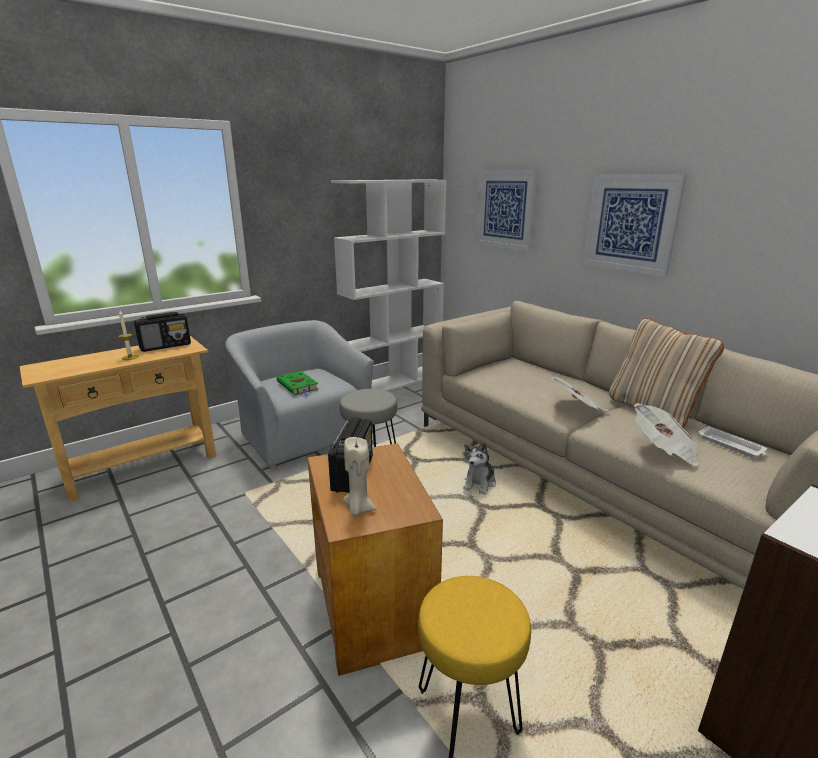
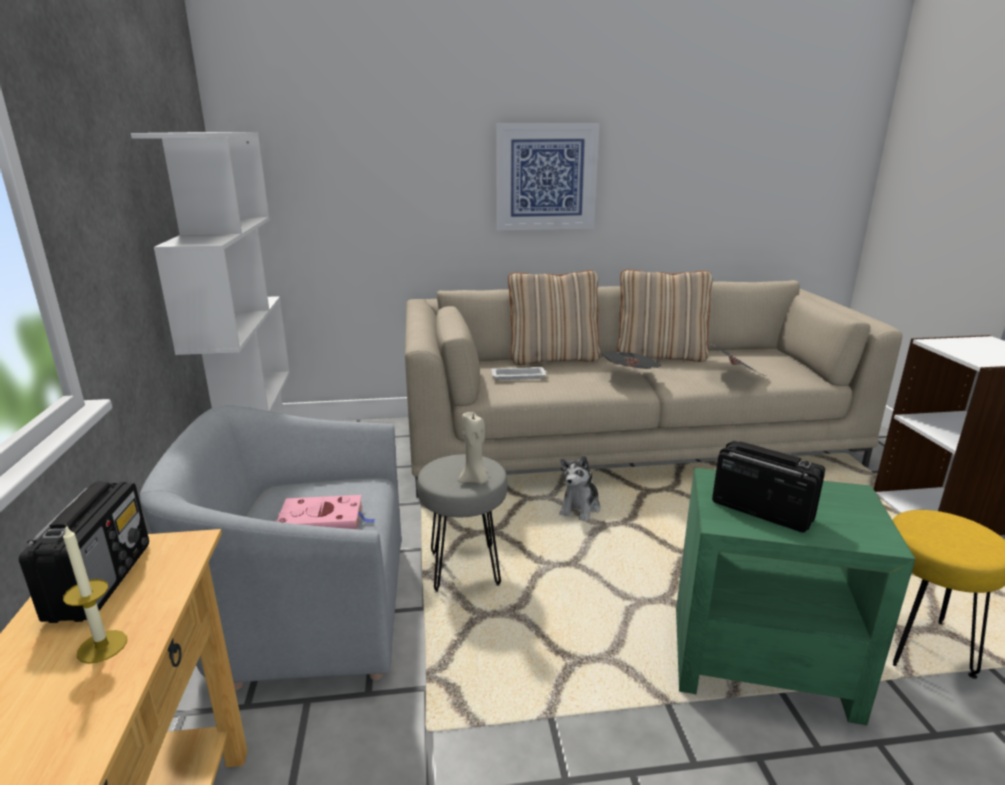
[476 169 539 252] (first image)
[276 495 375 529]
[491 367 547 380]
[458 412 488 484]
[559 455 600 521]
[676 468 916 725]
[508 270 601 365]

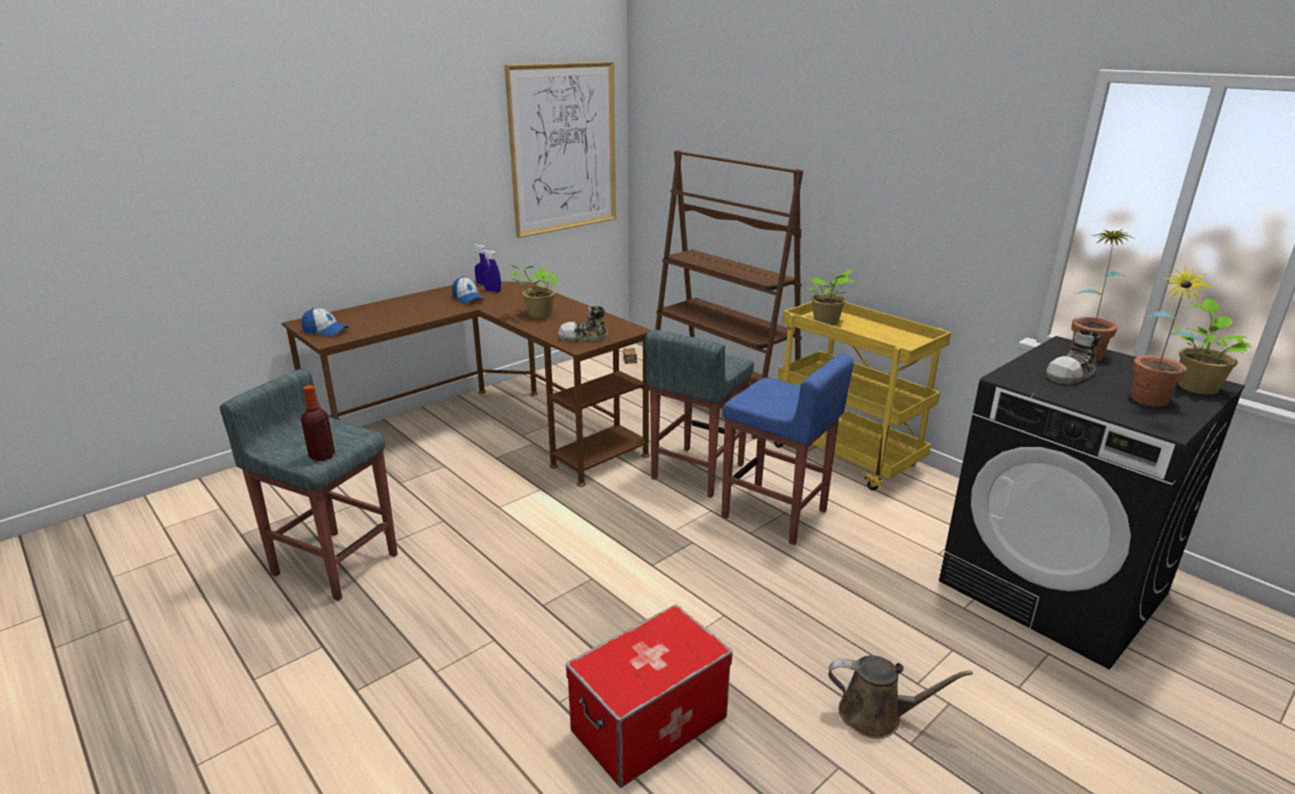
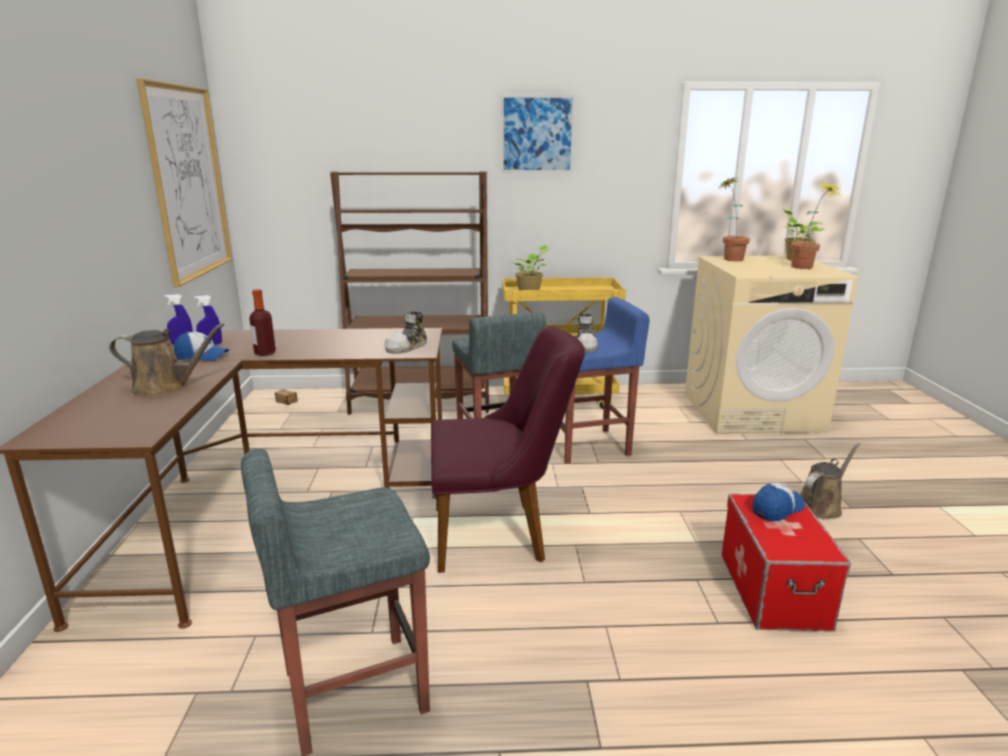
[510 265 558 318] (first image)
[753 483 805 521]
[577 314 598 352]
[685 256 858 434]
[249 289 276 356]
[501 95 575 173]
[109 323 224 397]
[431 326 585 573]

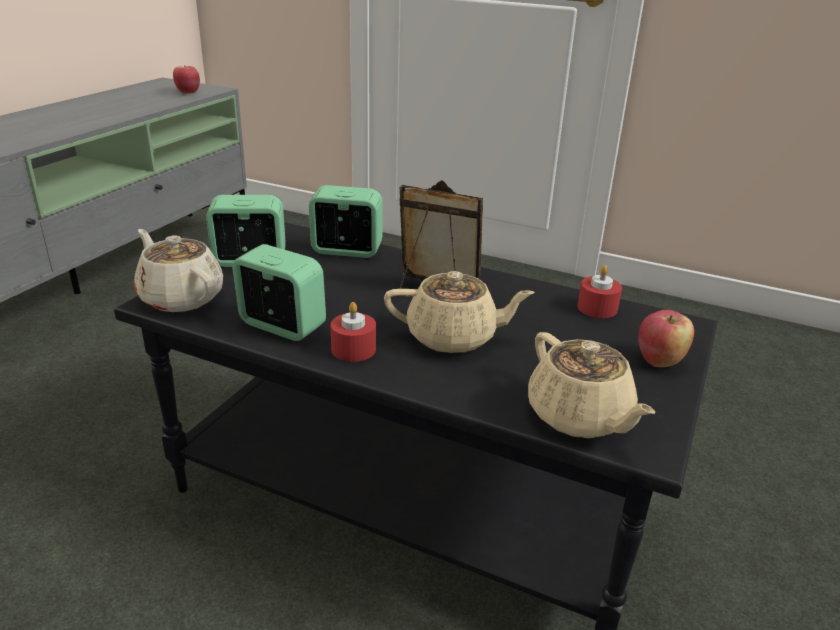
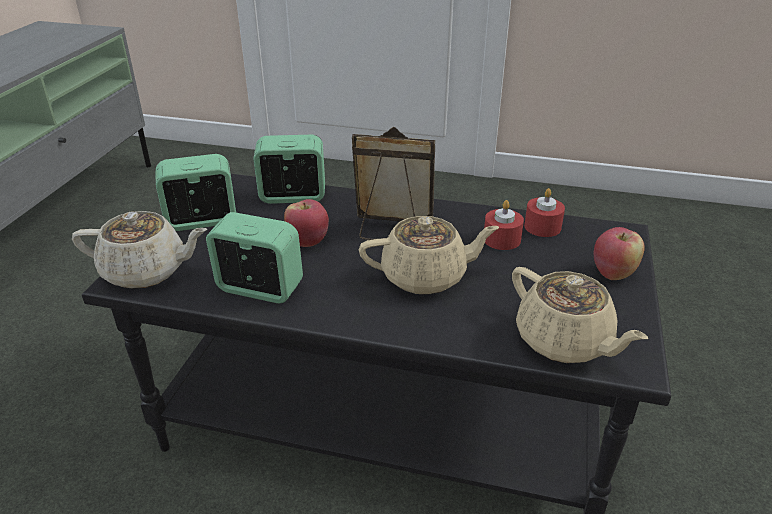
[284 199 329 247]
[72 211 208 289]
[484 200 524 250]

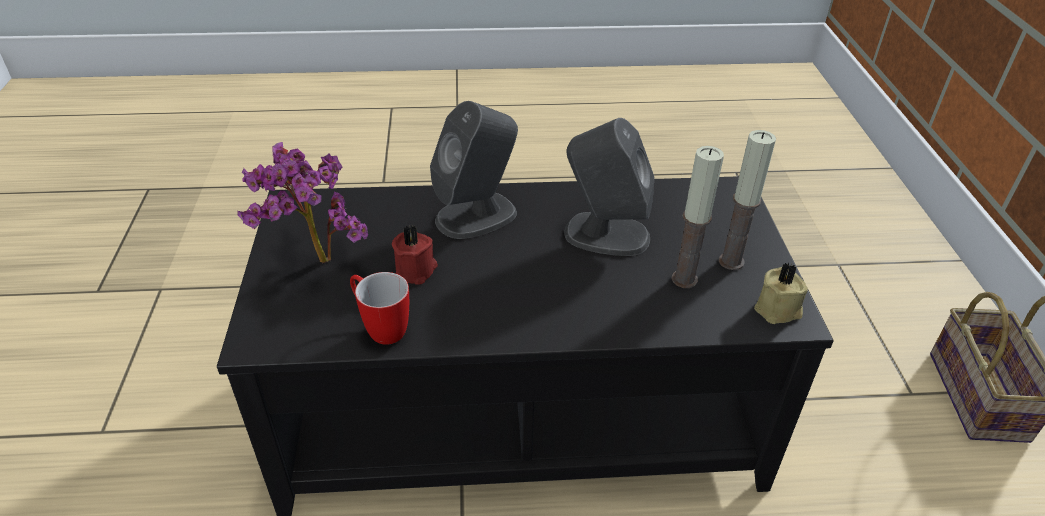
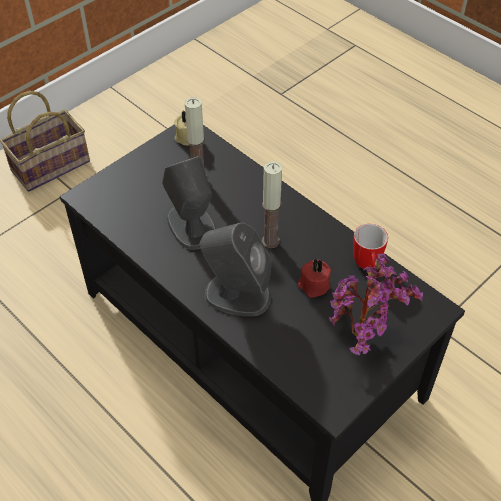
[262 161 282 248]

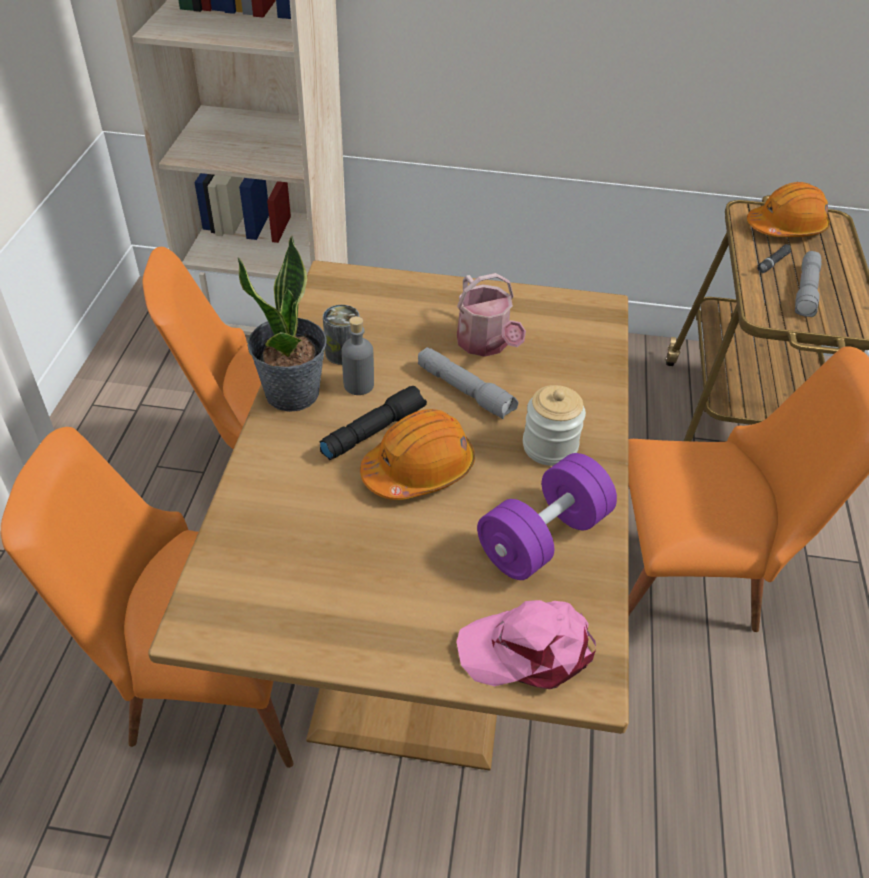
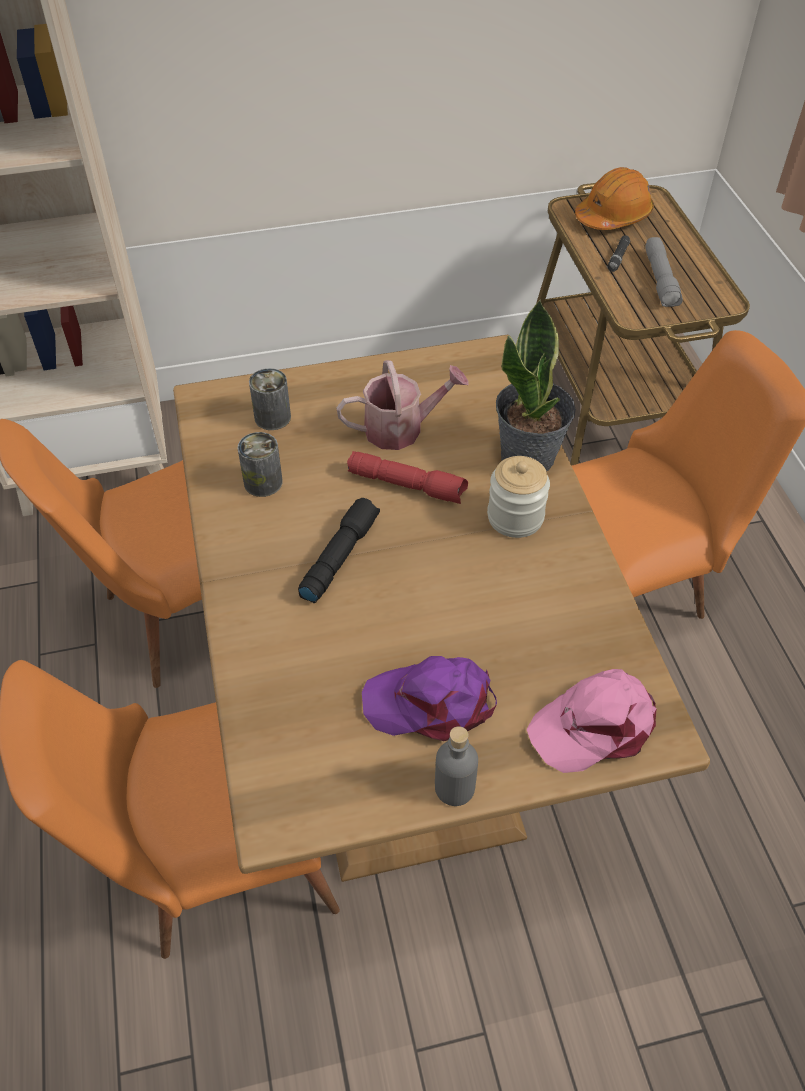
[496 299 576 471]
[336 360 468 450]
[435 726 478 806]
[347 451 468 504]
[360 409 475 500] (first image)
[477 453 617 580] (first image)
[249 368 291 430]
[362 656 497 741]

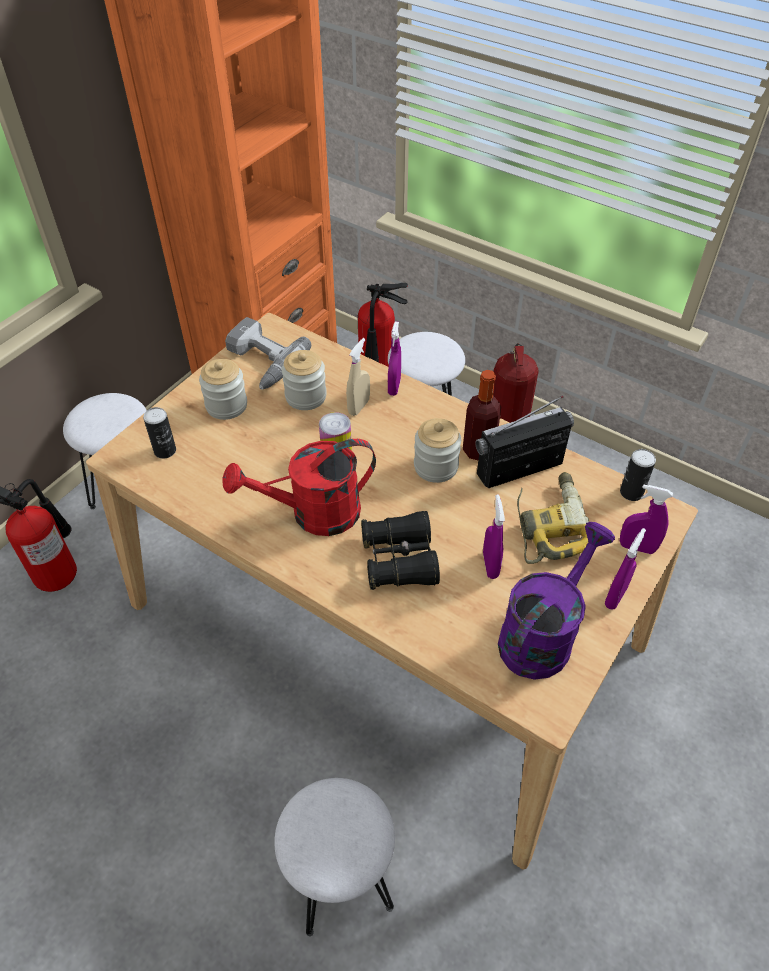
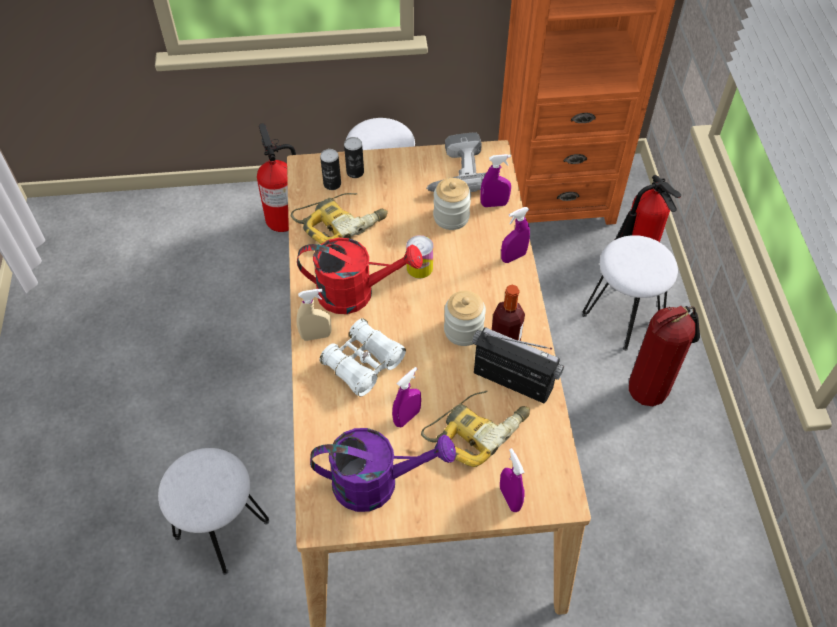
[296 289 331 341]
[199 359 247 420] (first image)
[297 238 423 314]
[344 137 364 178]
[319 318 406 397]
[480 154 511 207]
[291 193 388 244]

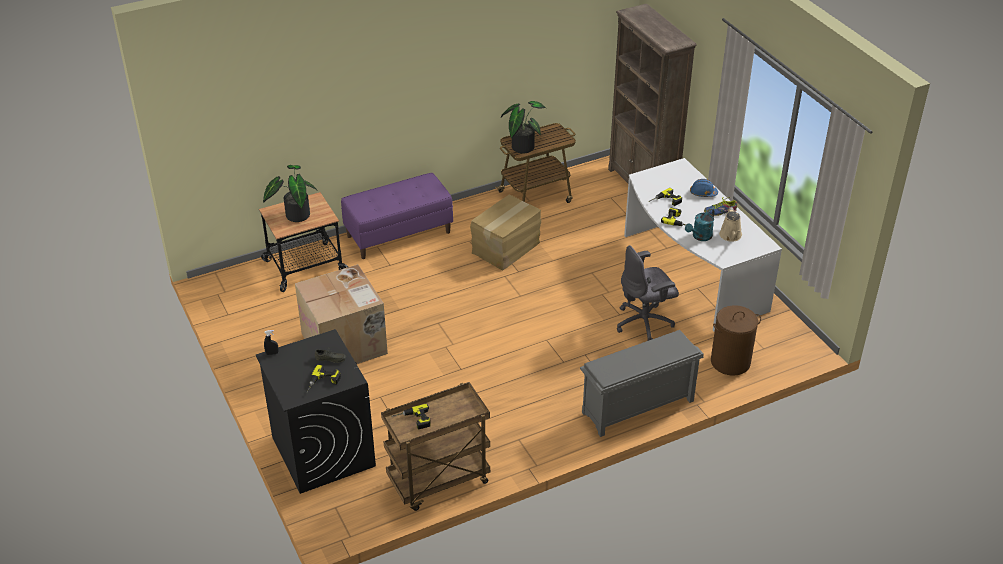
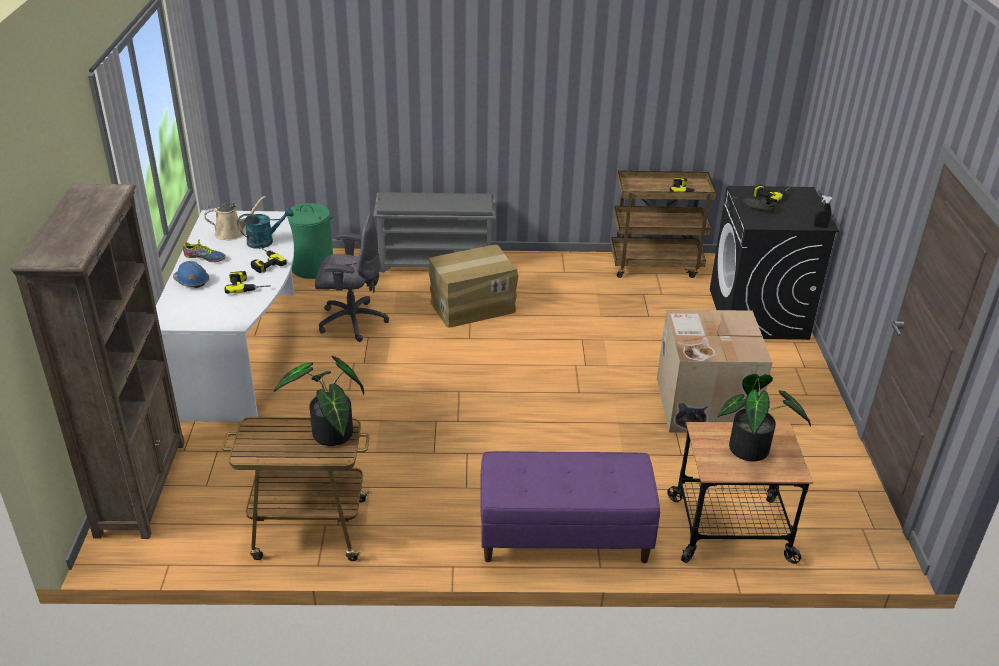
[429 244 518 328]
[204 196 266 240]
[287 203 335 279]

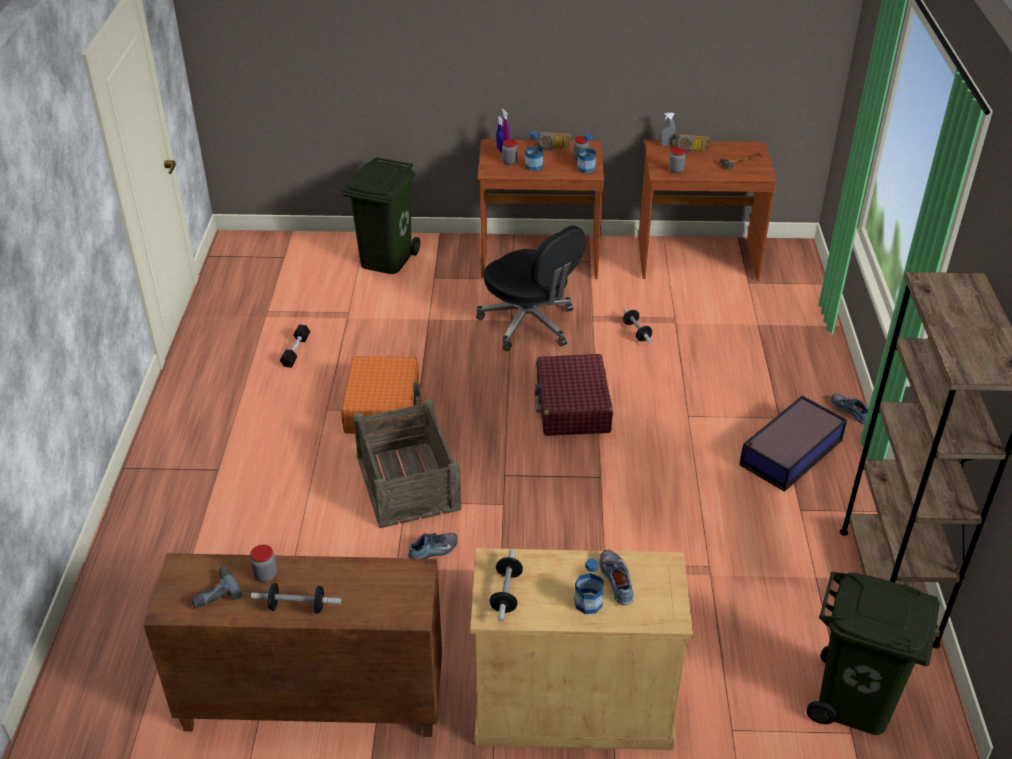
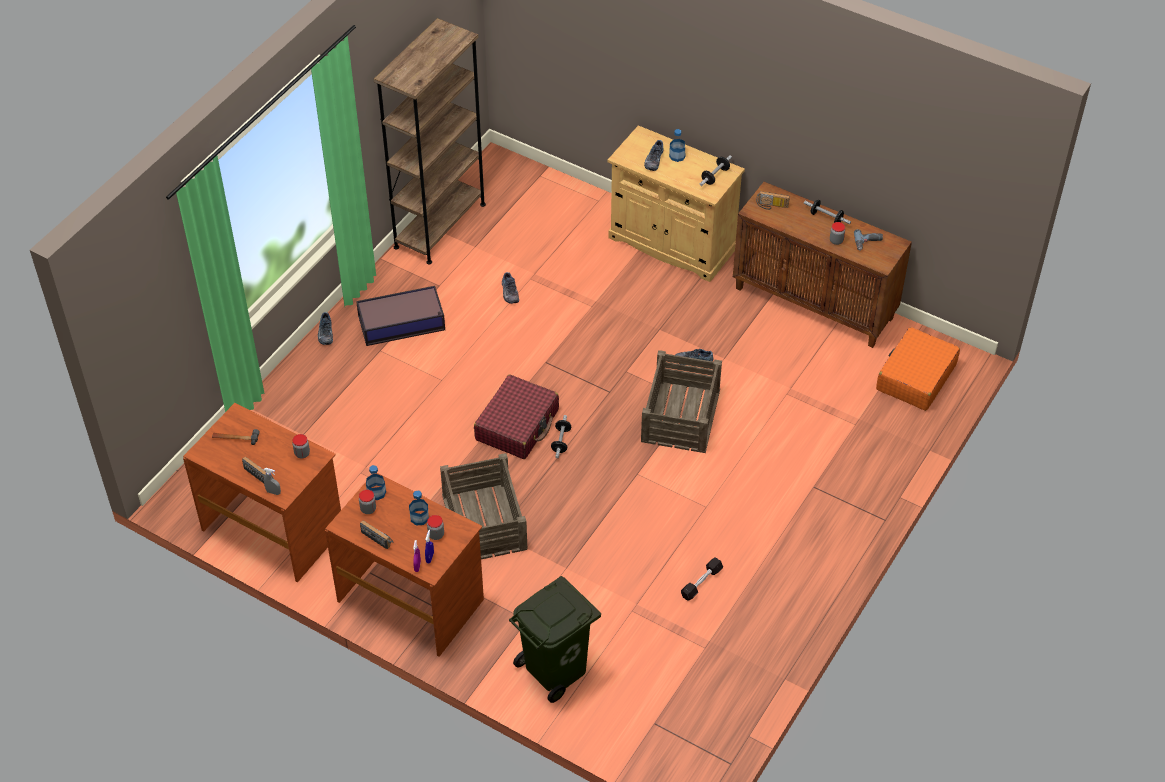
[440 453 527 560]
[551 415 571 458]
[876 327 960 411]
[806 572 940 735] (first image)
[756 191 790 210]
[502 272 519 304]

